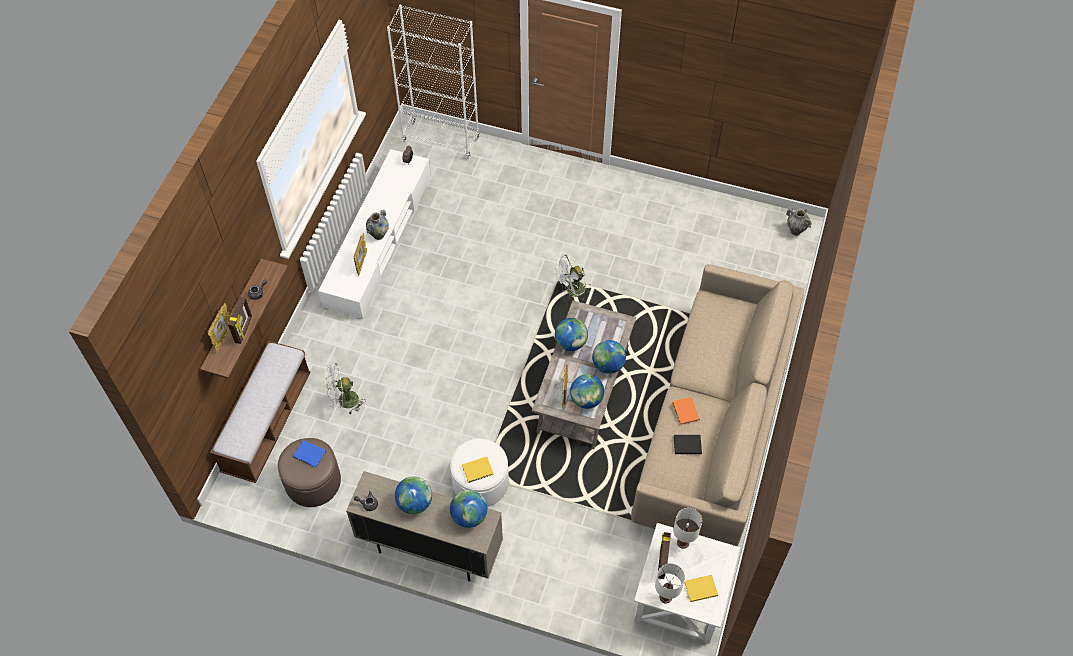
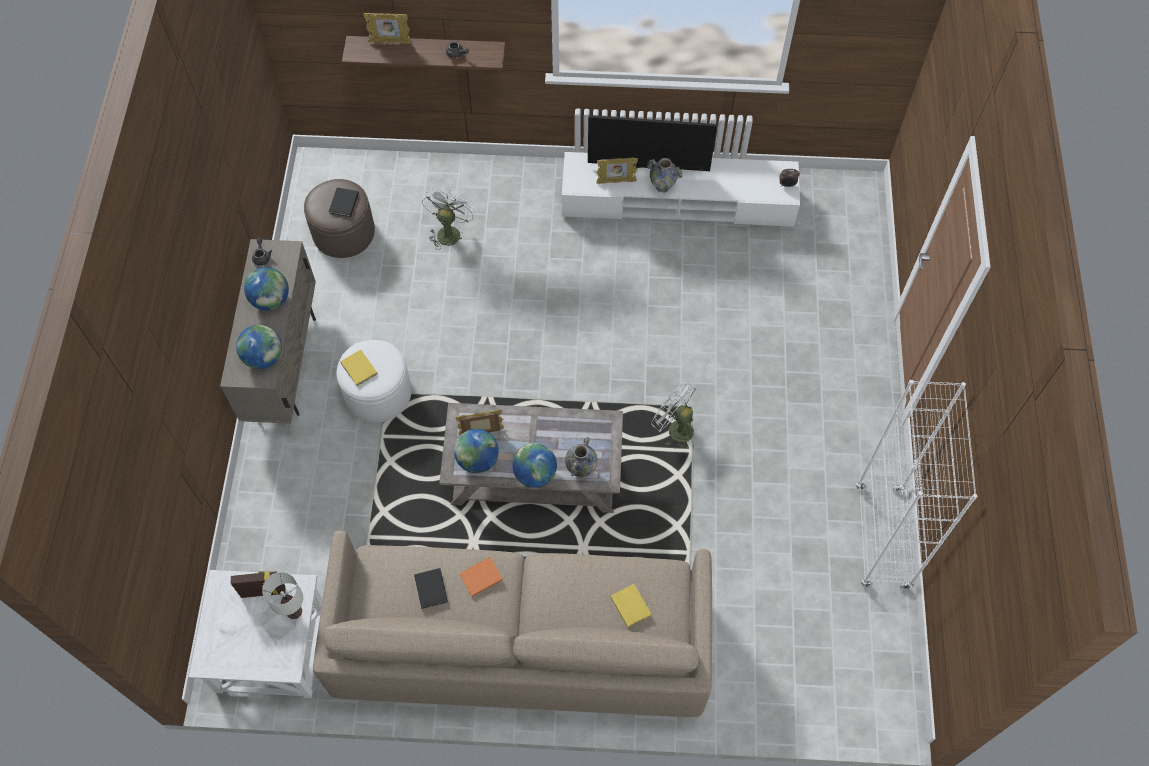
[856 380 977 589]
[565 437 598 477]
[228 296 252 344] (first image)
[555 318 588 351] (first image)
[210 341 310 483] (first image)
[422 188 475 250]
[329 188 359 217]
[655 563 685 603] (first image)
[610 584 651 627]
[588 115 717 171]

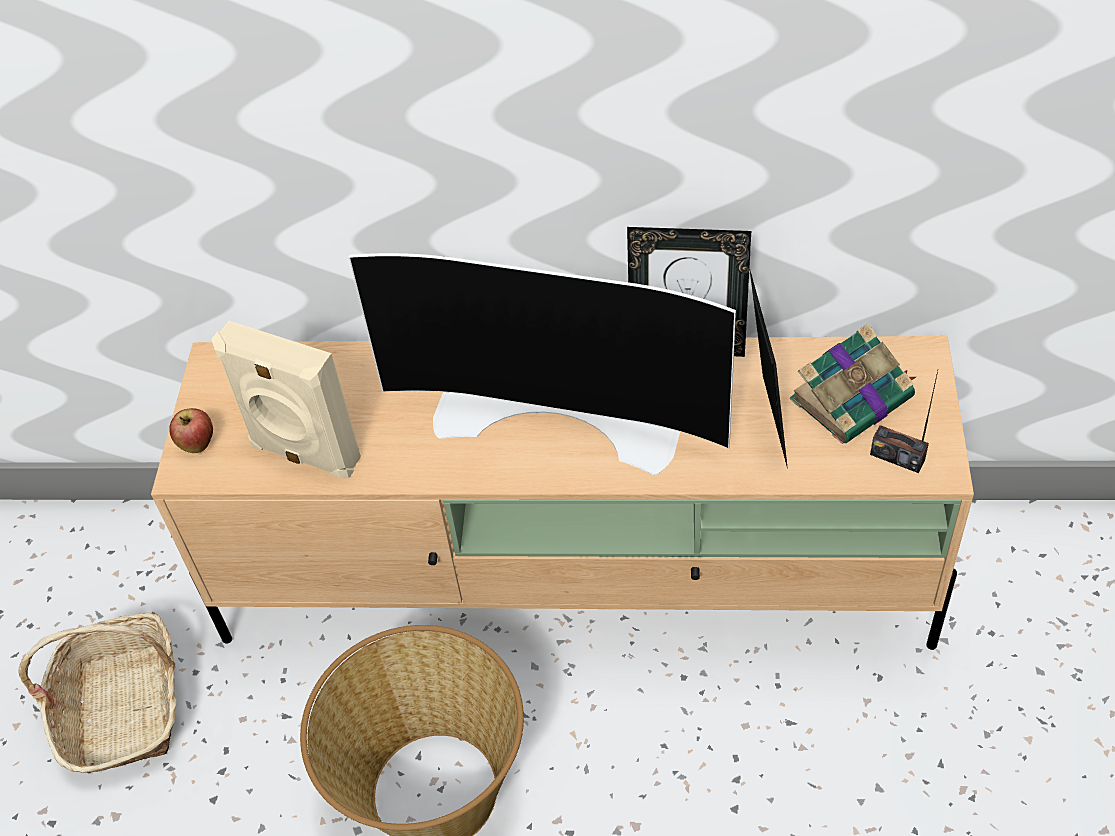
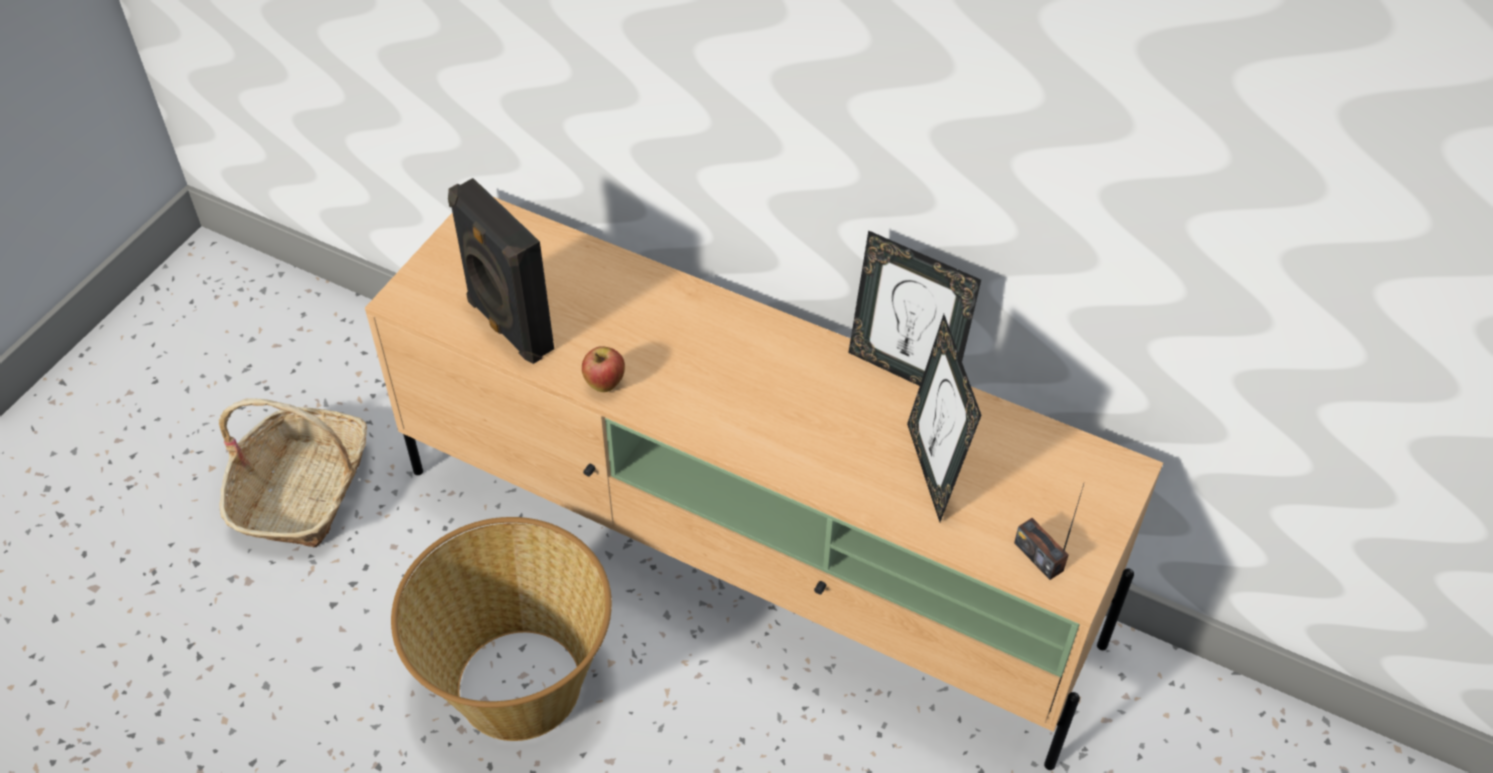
[349 253 736 475] (first image)
[907 314 981 522]
[448 178 554 364]
[790 324 916 444] (first image)
[582 346 625 392]

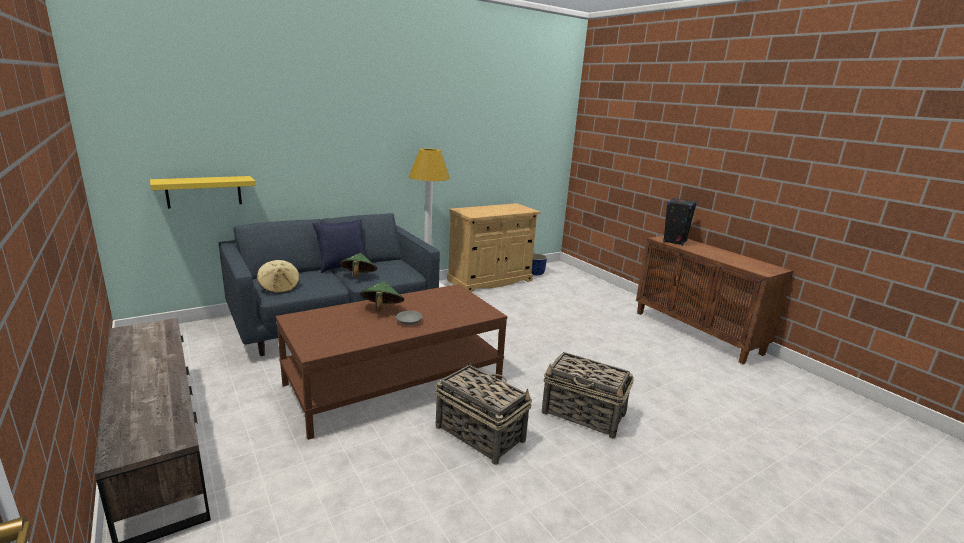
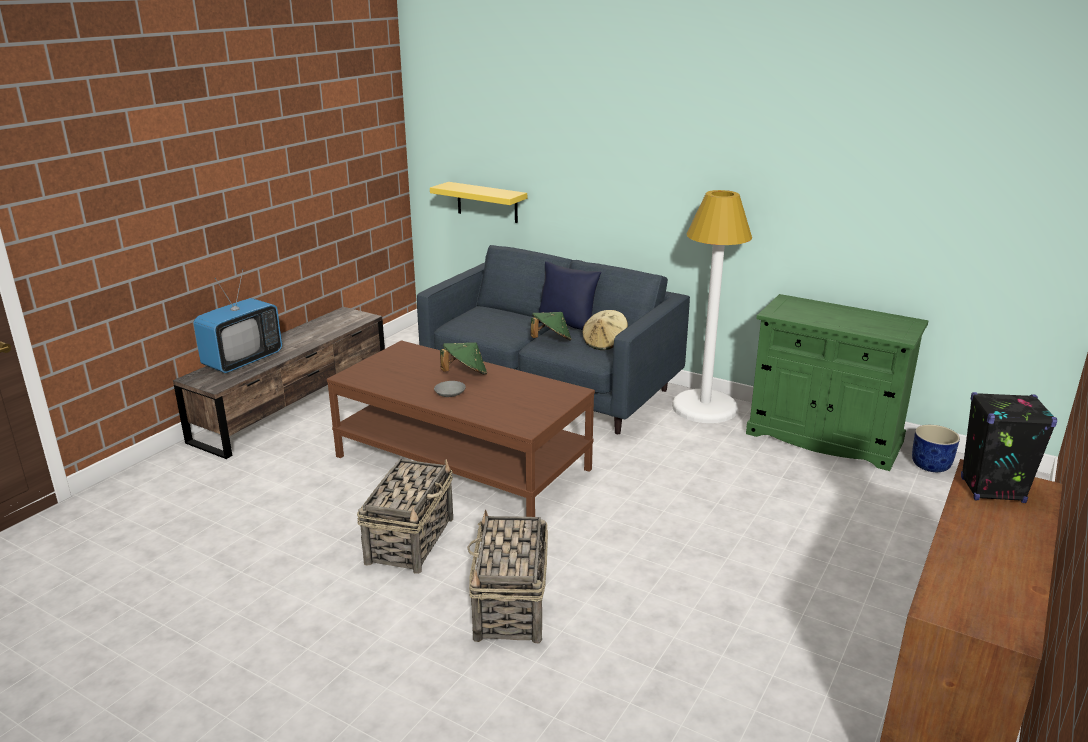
[746 294 928 471]
[582 310 628 350]
[193 269 282 373]

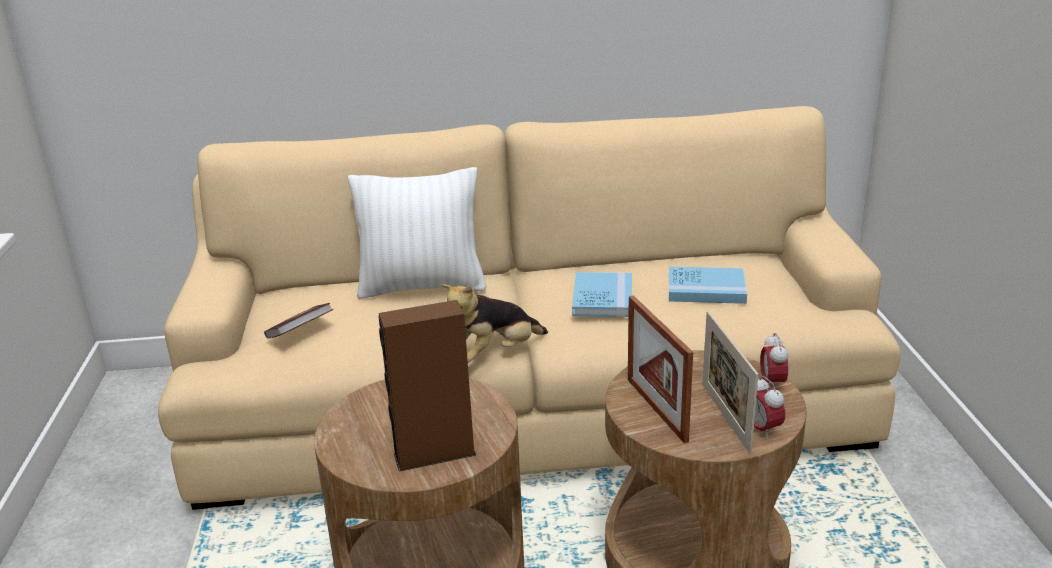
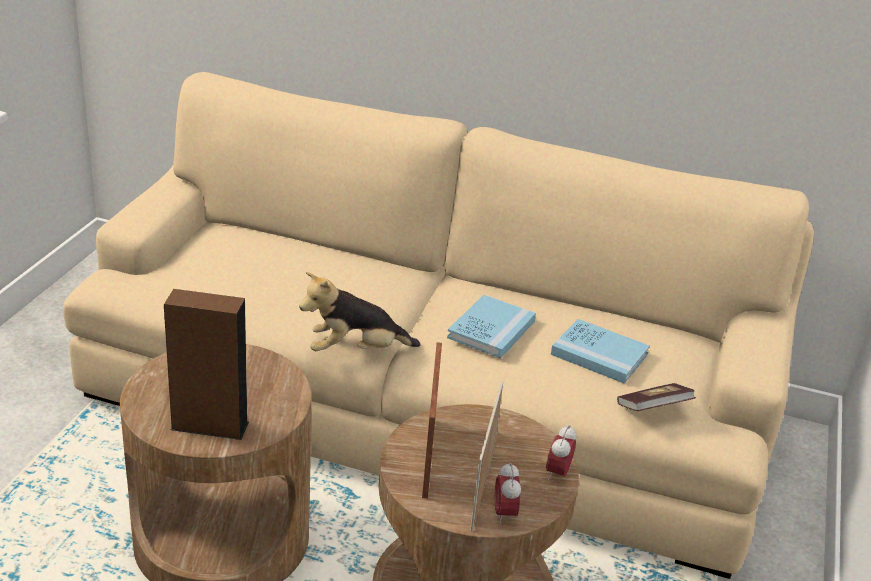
[348 167 486 299] (first image)
[617 383 696 411]

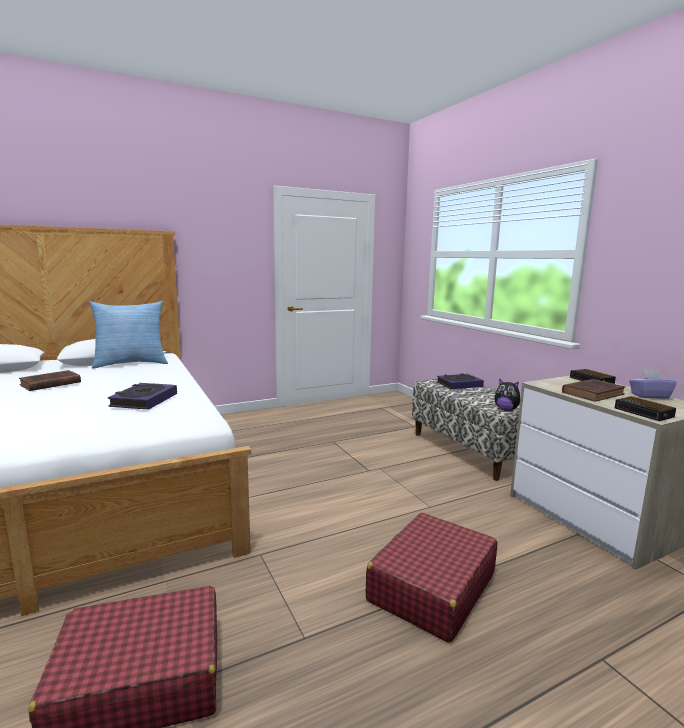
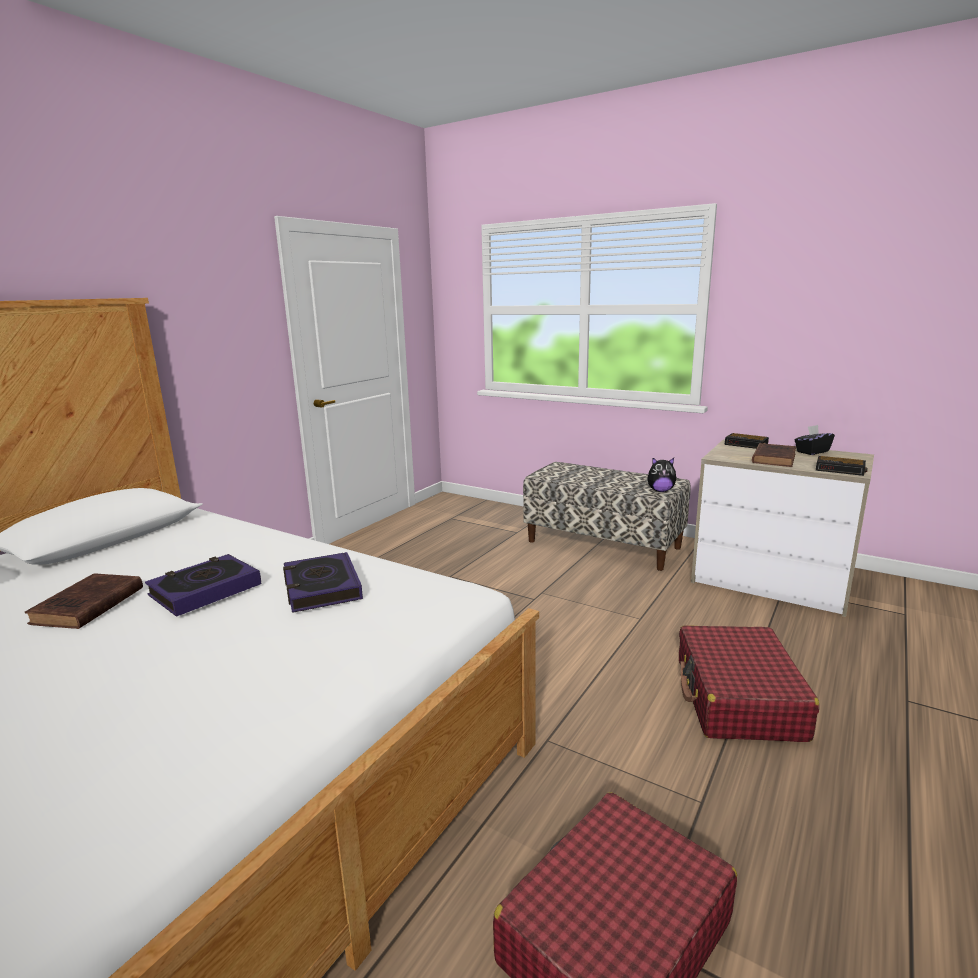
[89 301 168 369] (first image)
[795 425 835 455]
[145 554 261 617]

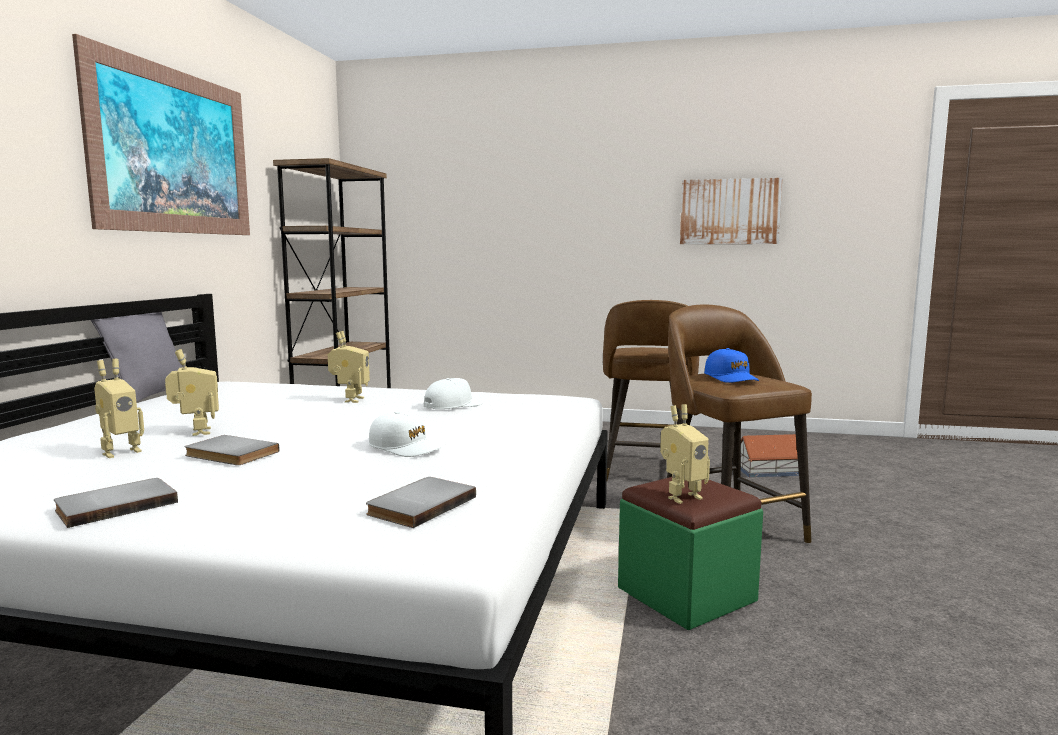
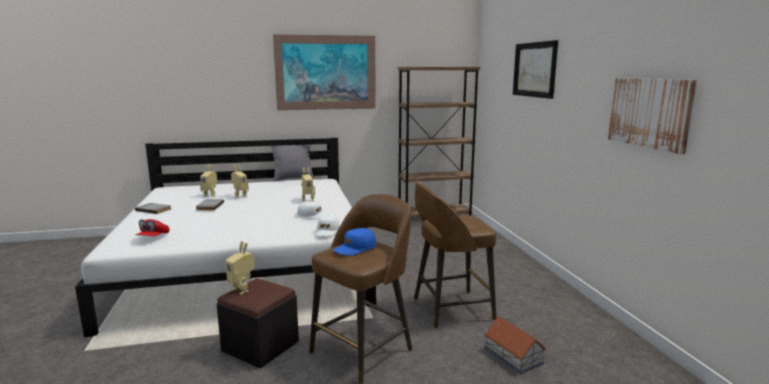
[315 214 340 236]
[136 219 169 236]
[217 278 299 369]
[513 40 558 99]

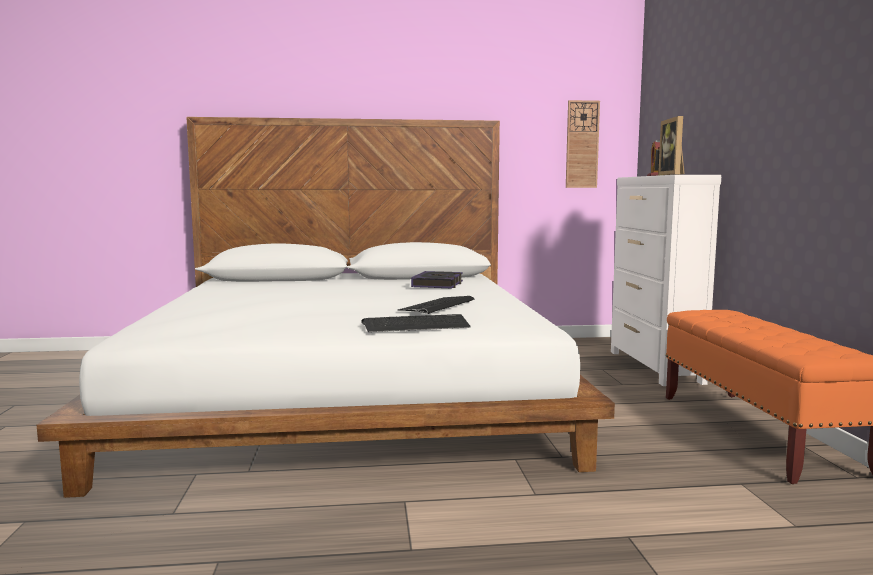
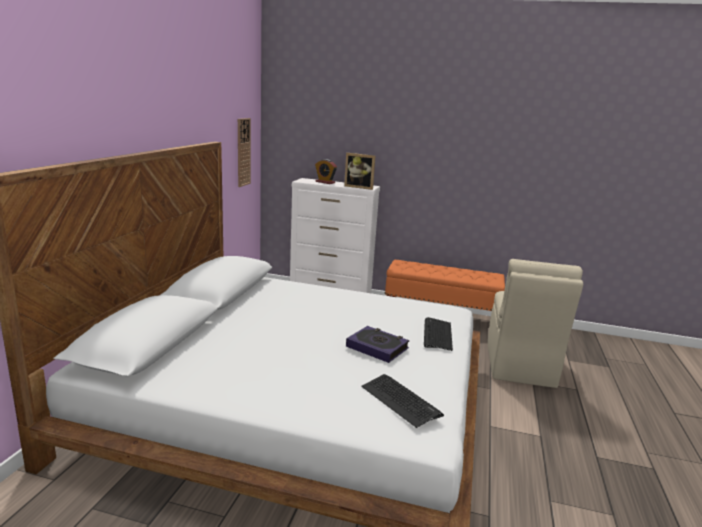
[346 326 409 363]
[361 374 444 428]
[488 259 583 388]

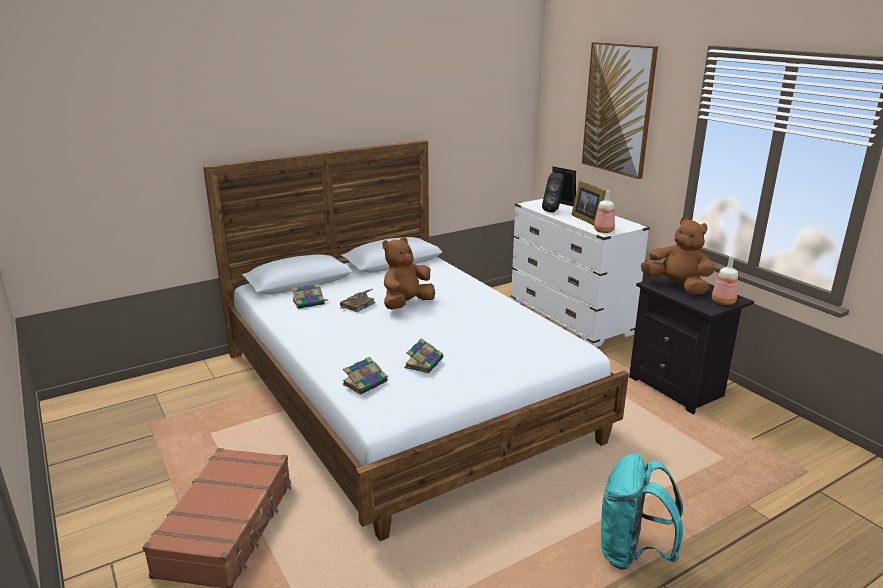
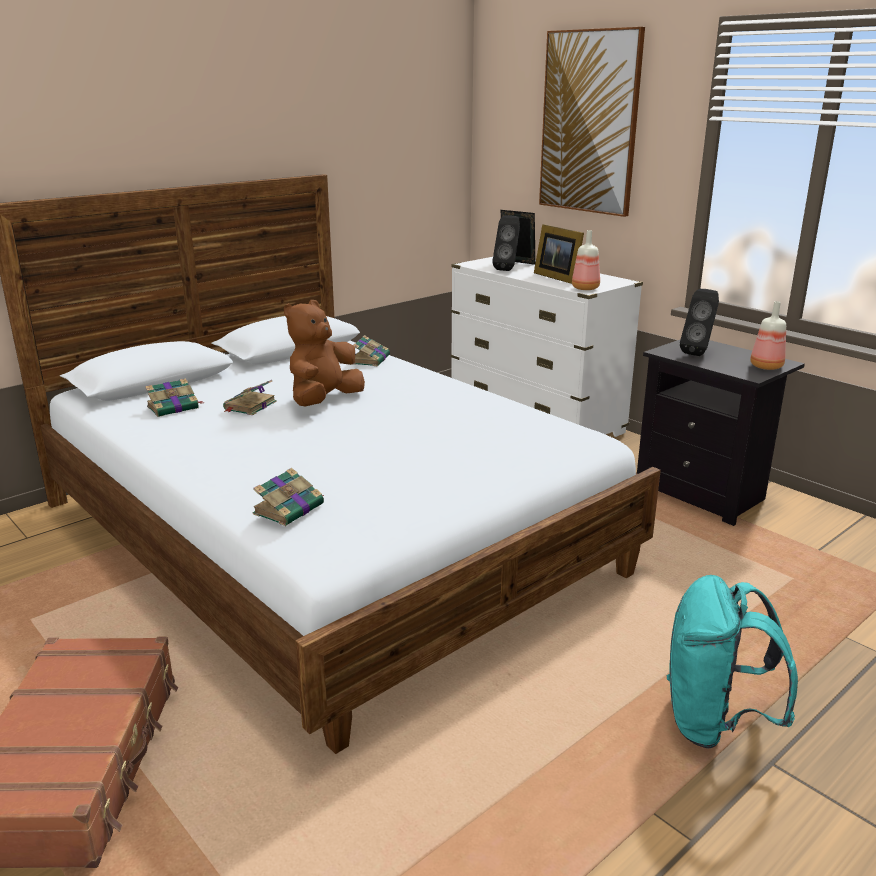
[680 289 719 356]
[353 335 390 366]

